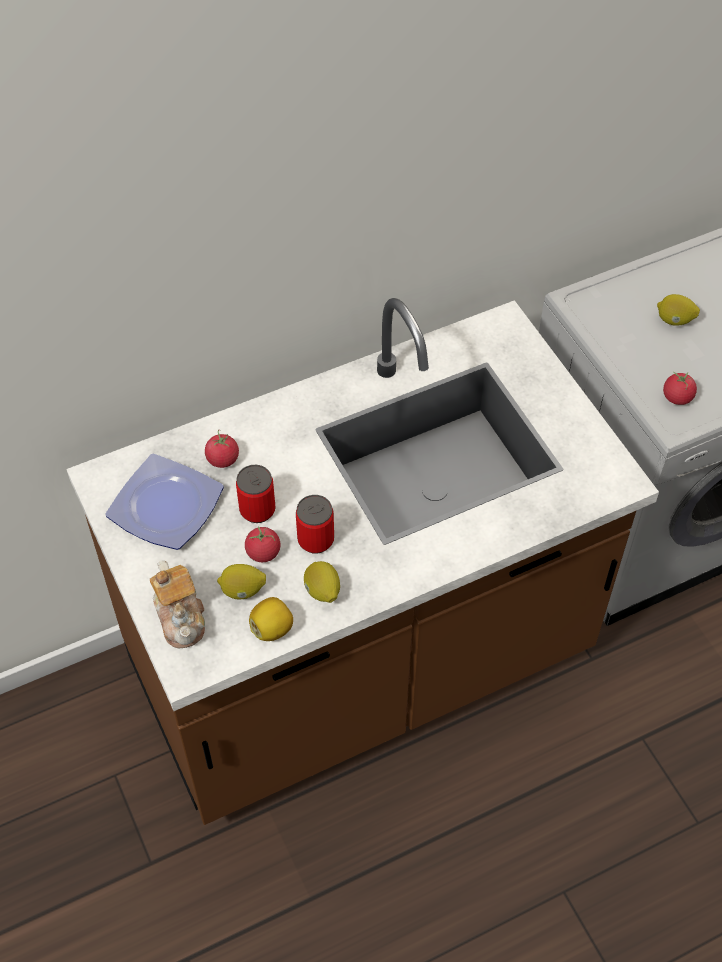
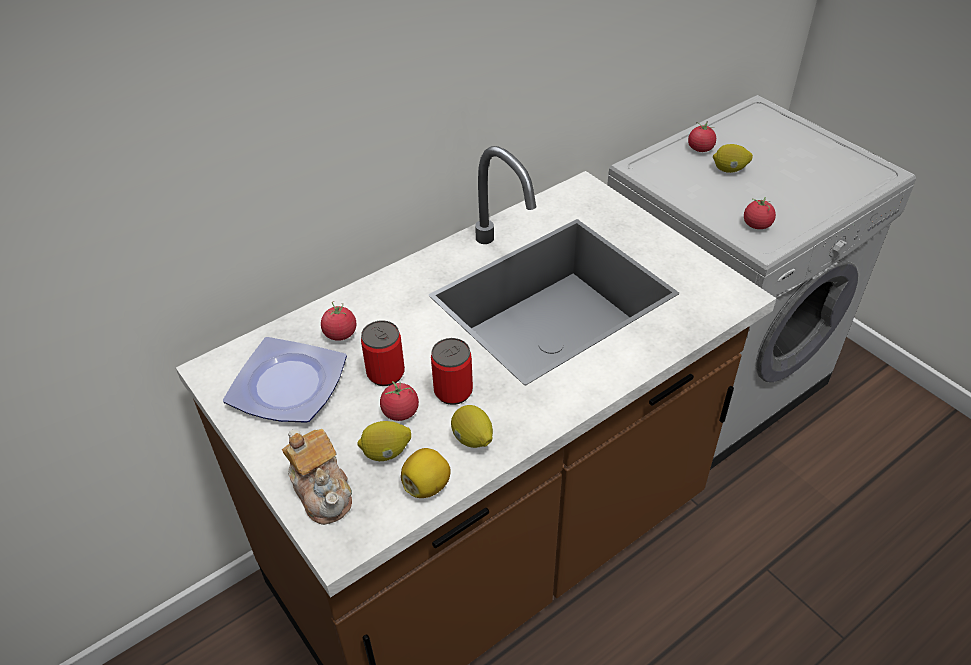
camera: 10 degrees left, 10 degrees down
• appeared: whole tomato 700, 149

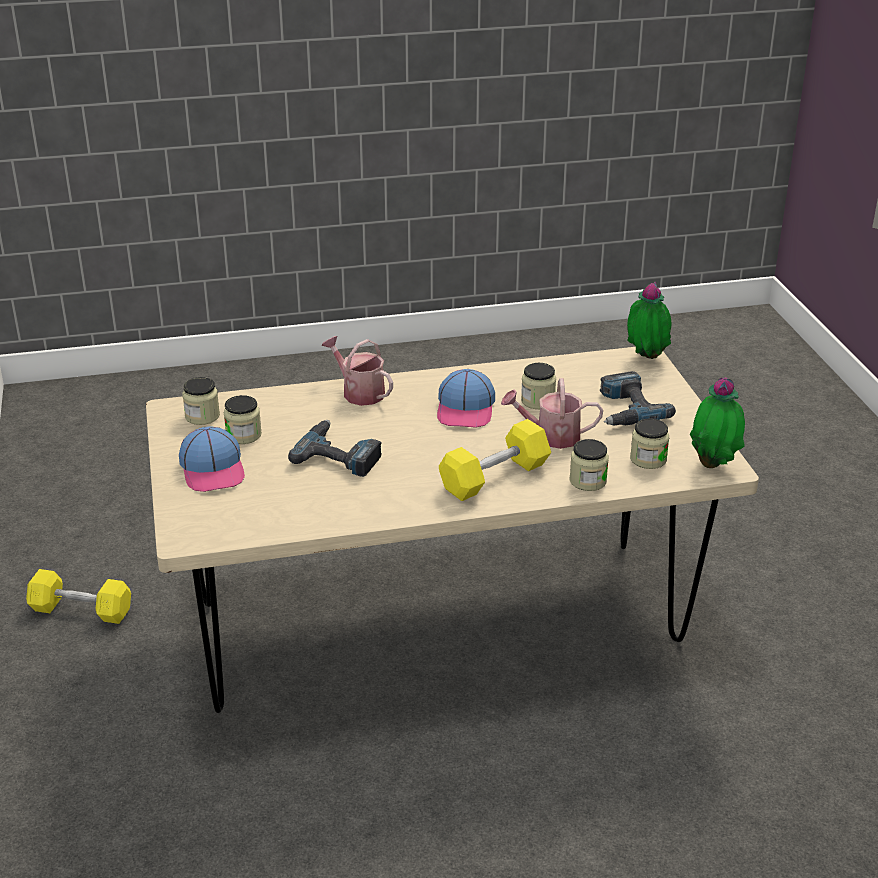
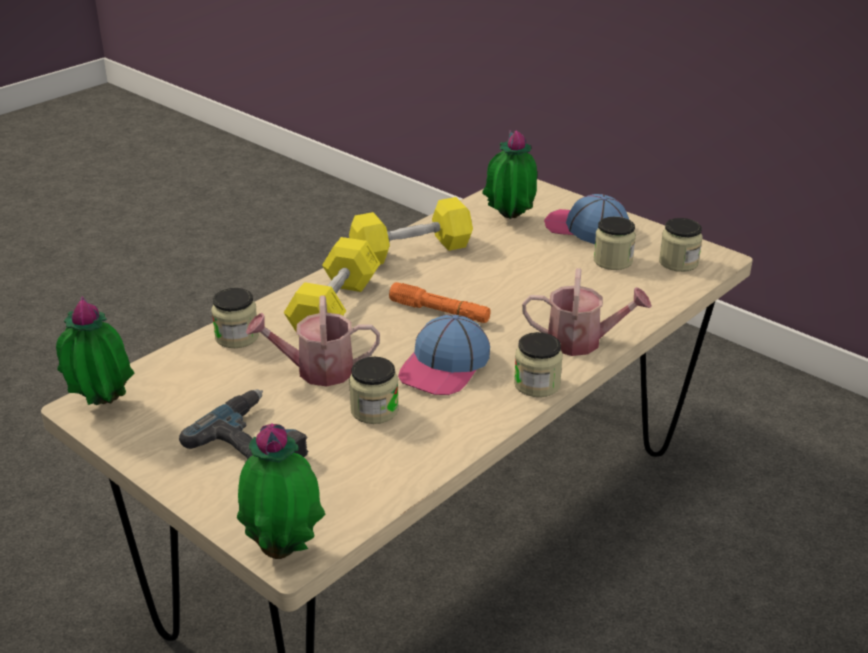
camera: 145 degrees right, 0 degrees up
• relocated: hand weight/yellow-coloured 81, 610 to 411, 251
• missing: drill 339, 455
• spun: cap 466, 409 = 445, 367 120 degrees counterclockwise
• spun: watering can 551, 436 = 317, 370 150 degrees counterclockwise
• relocated: preserve jar 648, 459 to 537, 384
• appeared: flashlight/orange-coloured 440, 312
• appeared: houseplant 509, 221

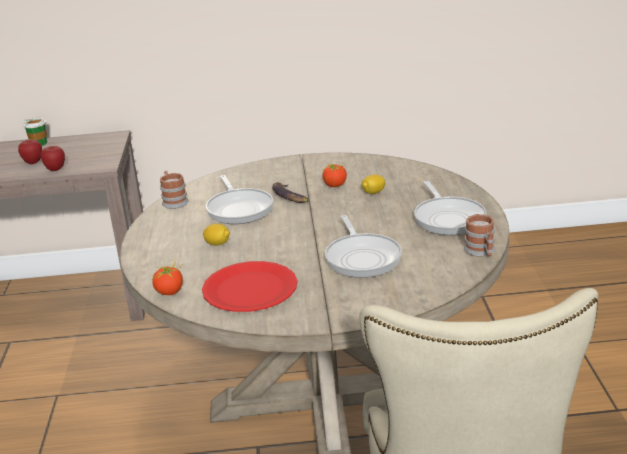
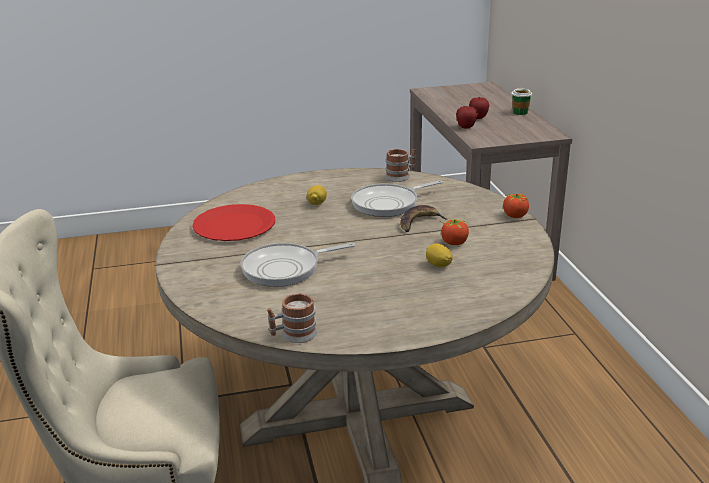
camera: 80 degrees right, 0 degrees up
• relocated: whole tomato 169, 292 to 515, 216
• missing: frying pan 448, 218

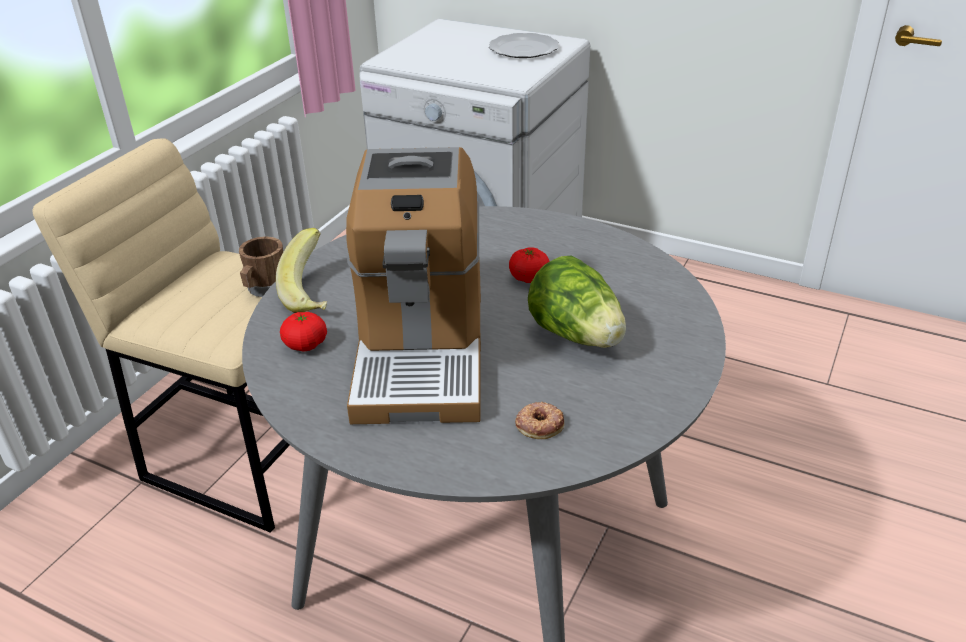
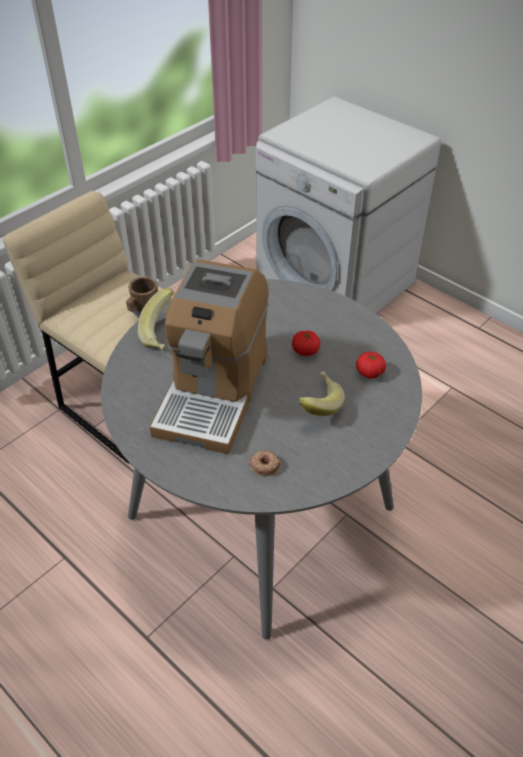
camera: 15 degrees right, 10 degrees up
• relocated: whole tomato 305, 344 to 369, 372
• missing: plate 524, 49
• exchanged: lettuce 577, 335 to whole banana 317, 404

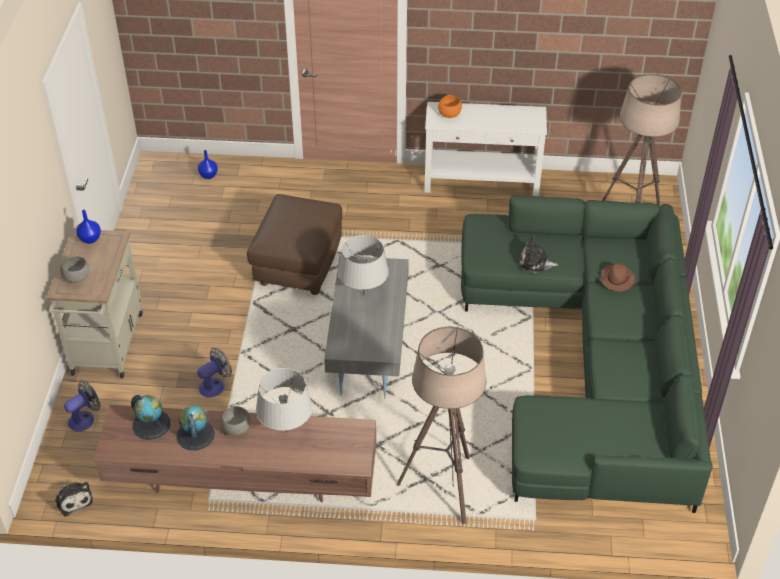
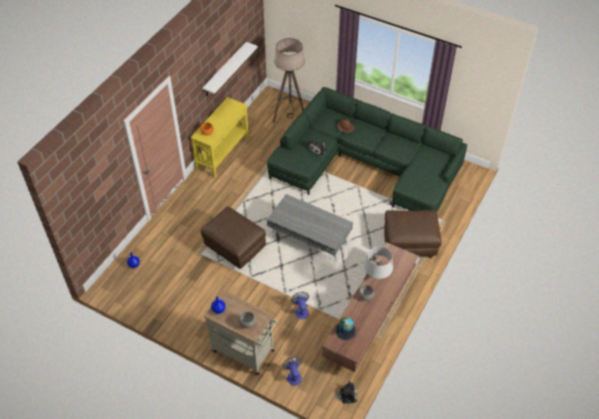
camera: 65 degrees left, 5 degrees up
• missing: world globe 195, 435
• missing: table lamp/greyish 363, 294
• exchanged: standing lamp 443, 488 to pouffe/brownish 410, 244
• colour: hall table/whitish 482, 182 to hall table/yellow-coloured 223, 153
• appeared: wall shelf/whitish 225, 69

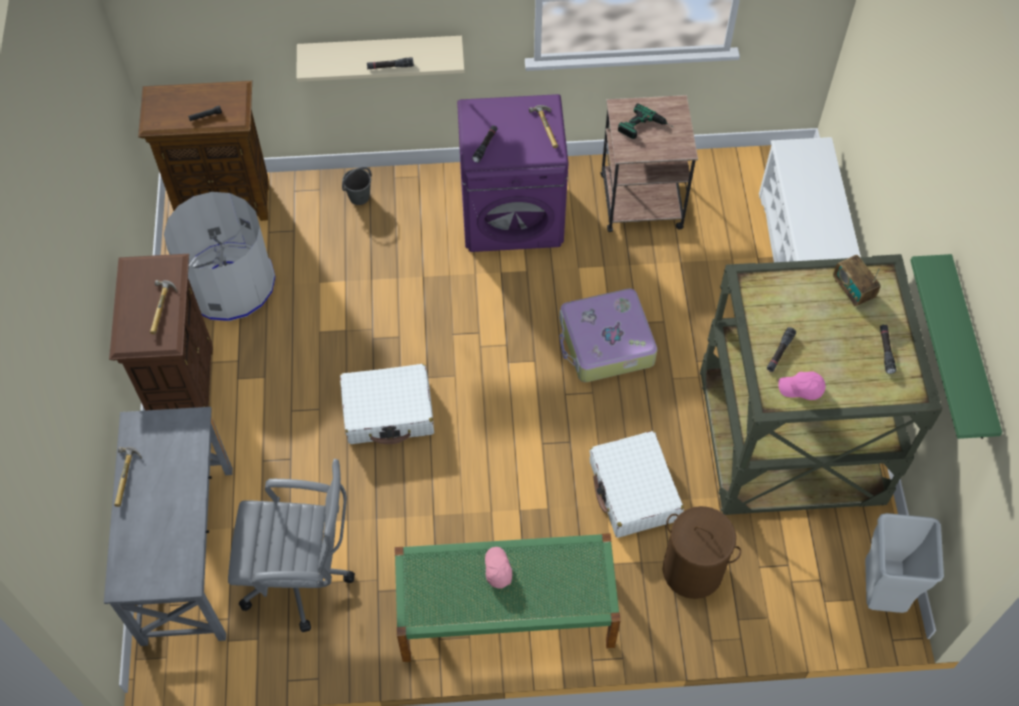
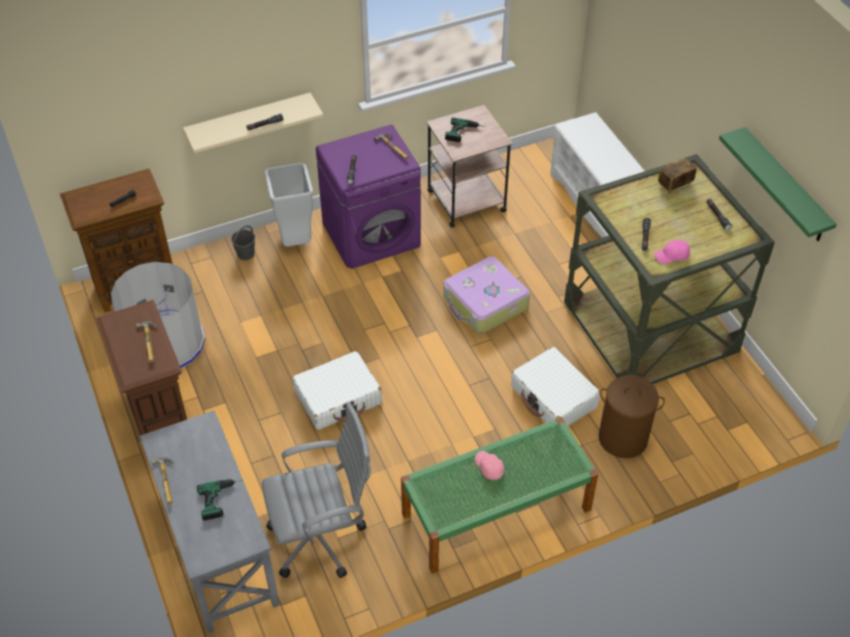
camera: 20 degrees left, 10 degrees down
• spun: radio set 852, 289 = 675, 184 105 degrees clockwise
• relocated: rubbish bin/greyish 881, 591 to 295, 240
• appeared: drill 222, 499

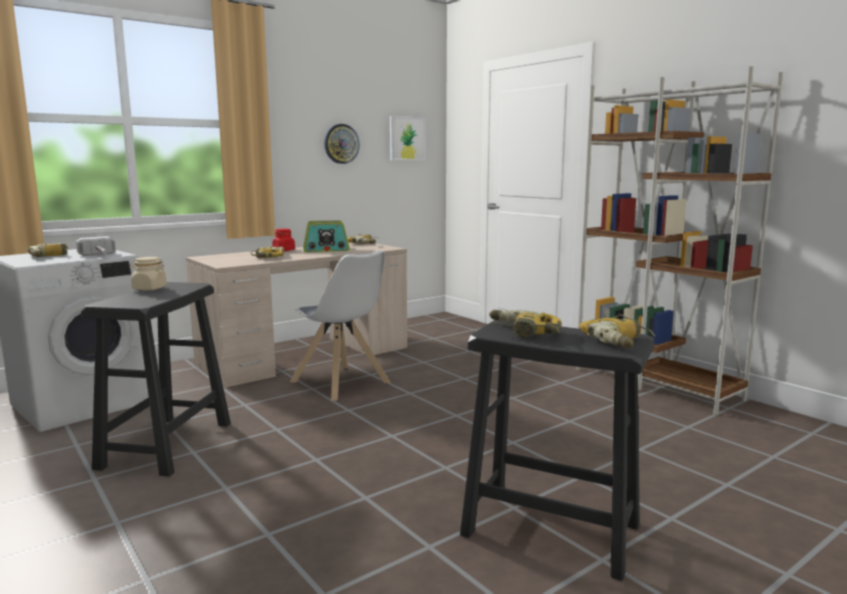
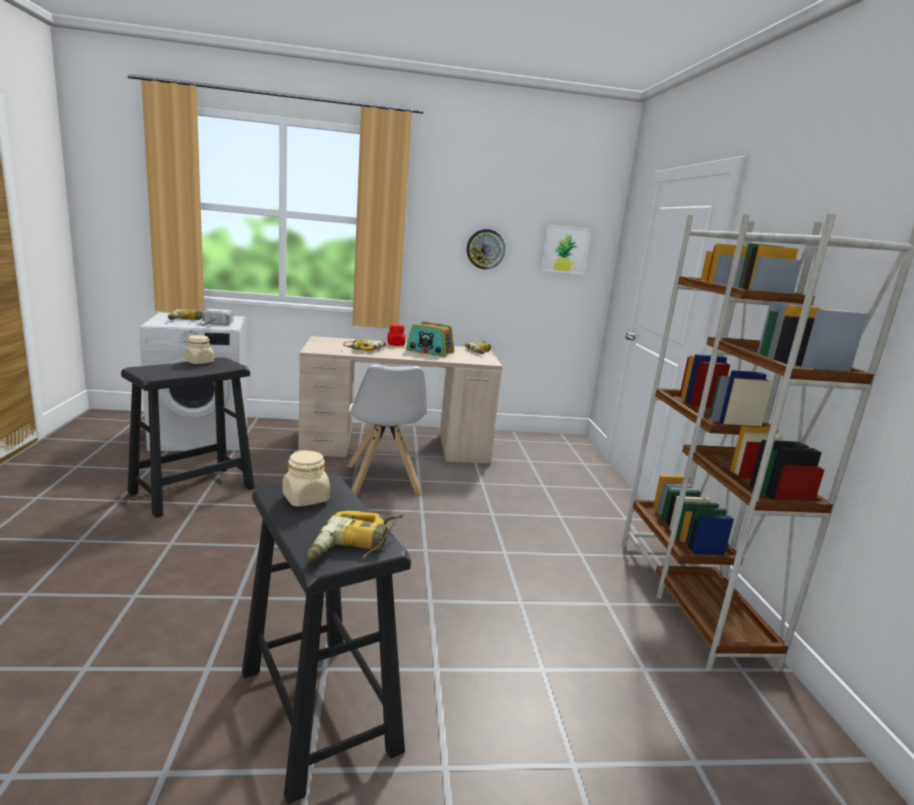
camera: 30 degrees right, 5 degrees up
• exchanged: drill 522, 331 to preserve jar/beige 306, 498

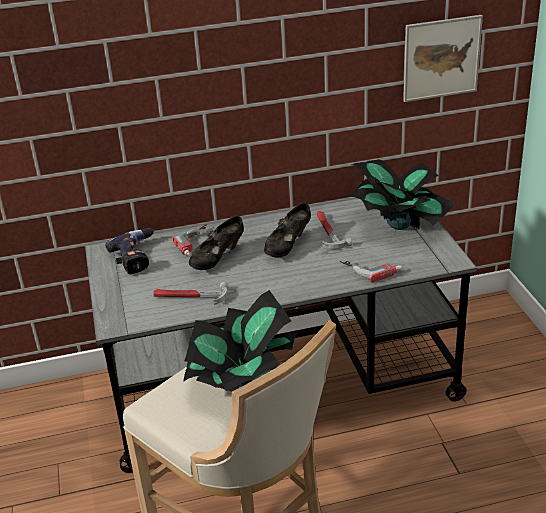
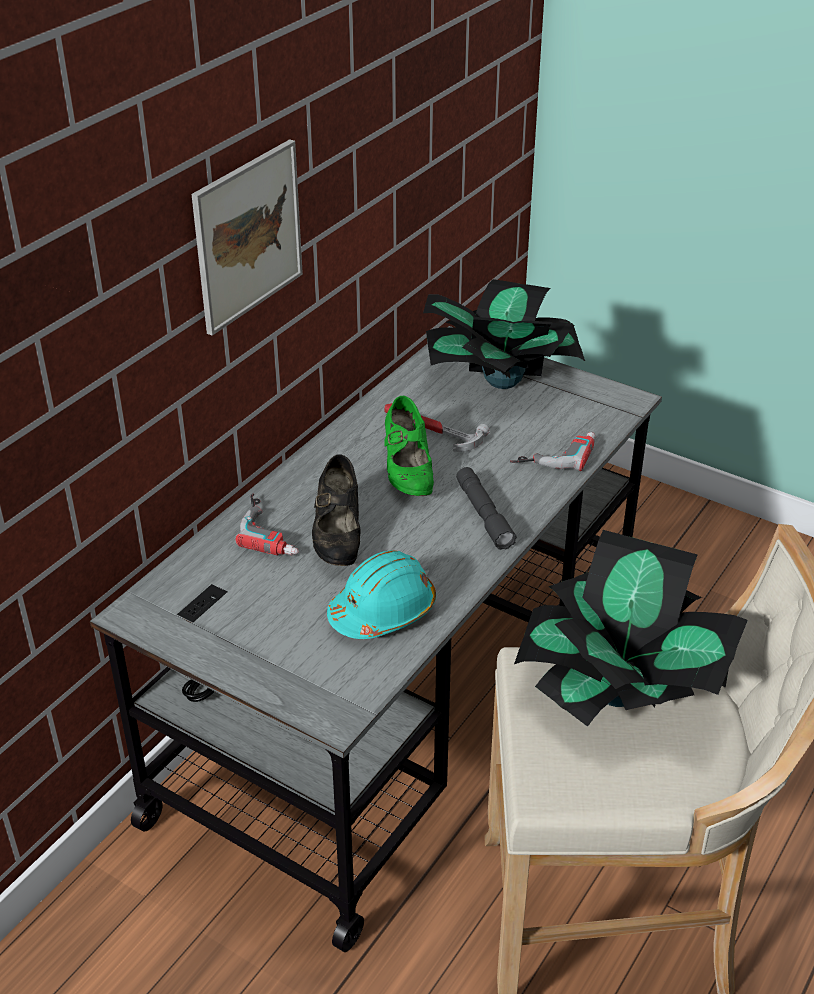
camera: 45 degrees left, 5 degrees up
• missing: drill 138, 257
• exchanged: tool hammer 190, 297 to hard hat/blue-green 383, 611
• colour: item of footwear/black 288, 246 to item of footwear/green 407, 473
• relocated: wall picture 441, 58 to 248, 236
• appeared: flashlight/greyish 484, 515

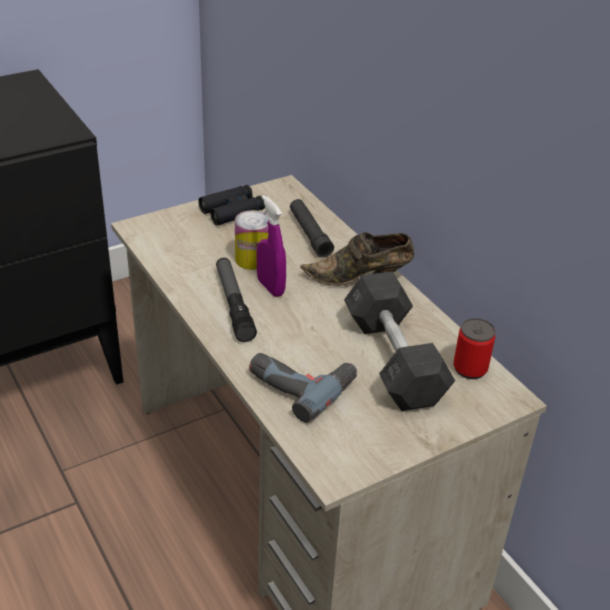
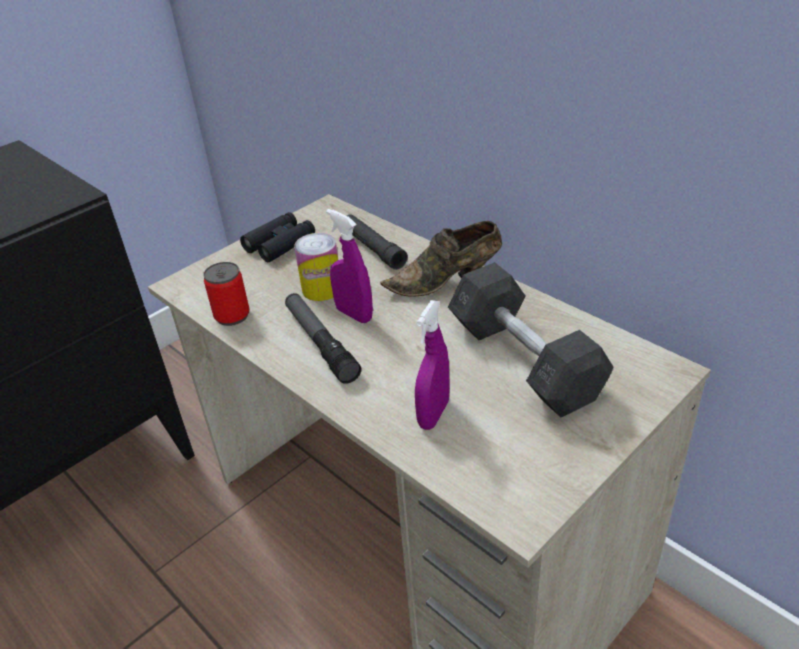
camera: 10 degrees left, 0 degrees up
• exchanged: drill 301, 383 to sprayer/purplish 433, 414
• relocated: metal can 470, 368 to 232, 316

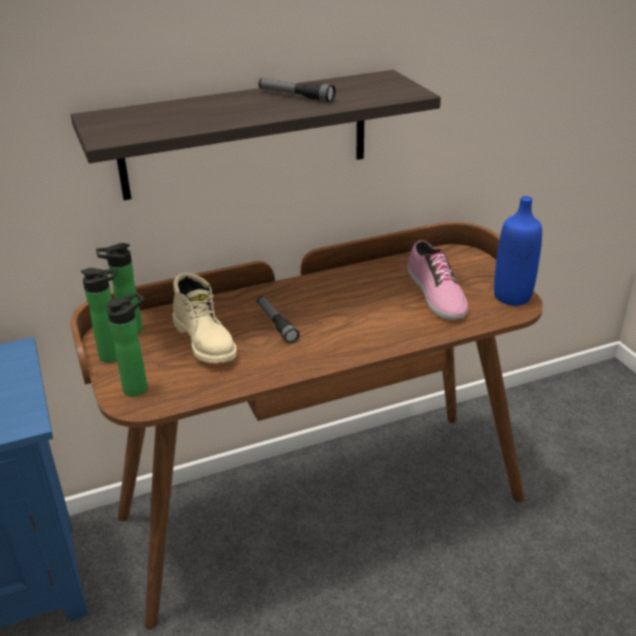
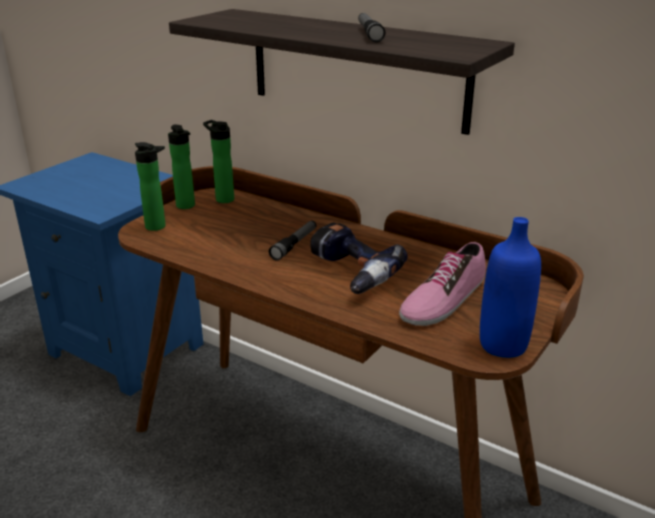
camera: 55 degrees right, 5 degrees down
• missing: boot/beige 206, 341
• appeared: drill 349, 273

